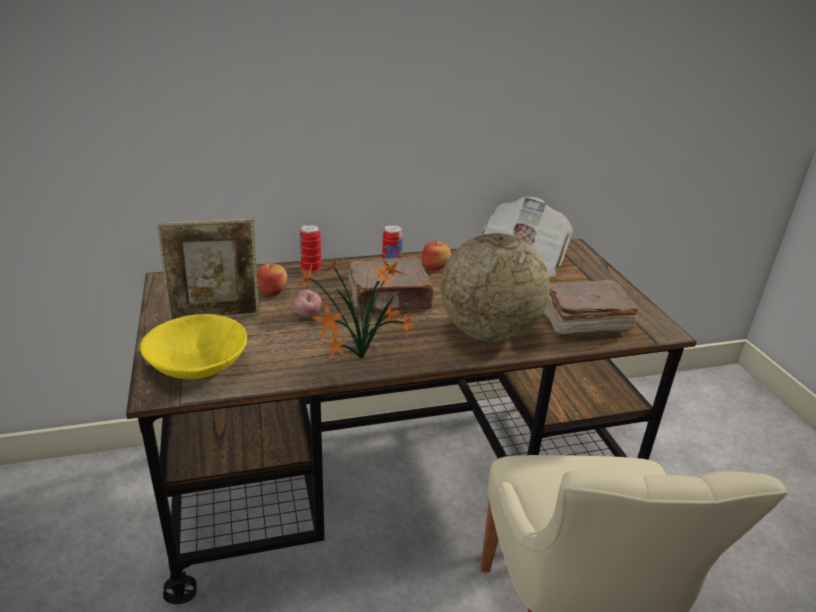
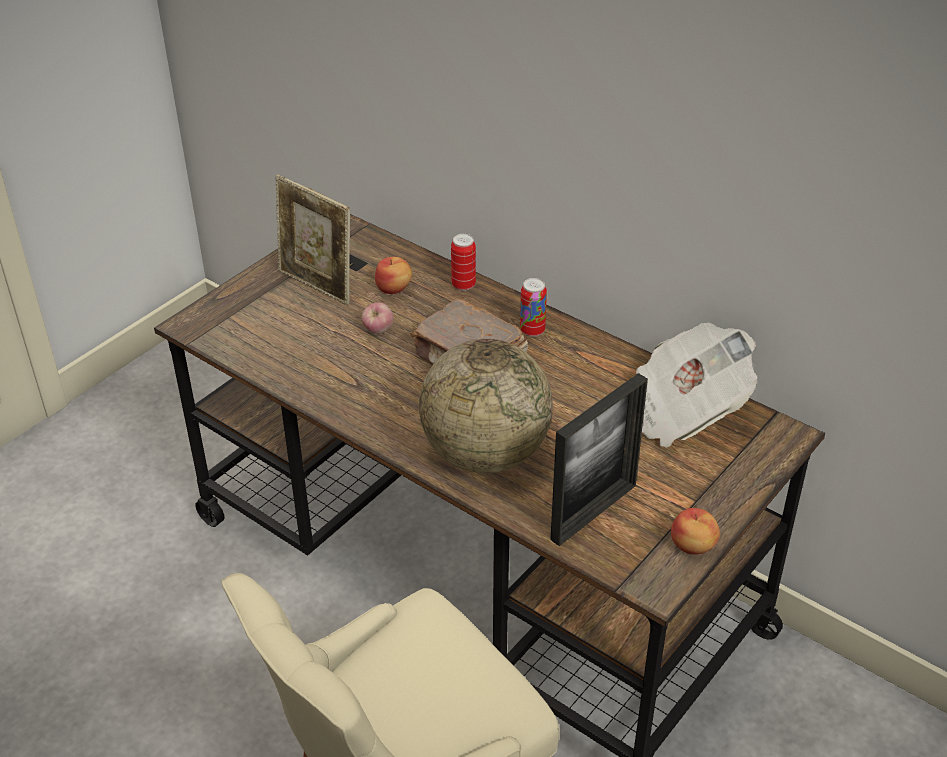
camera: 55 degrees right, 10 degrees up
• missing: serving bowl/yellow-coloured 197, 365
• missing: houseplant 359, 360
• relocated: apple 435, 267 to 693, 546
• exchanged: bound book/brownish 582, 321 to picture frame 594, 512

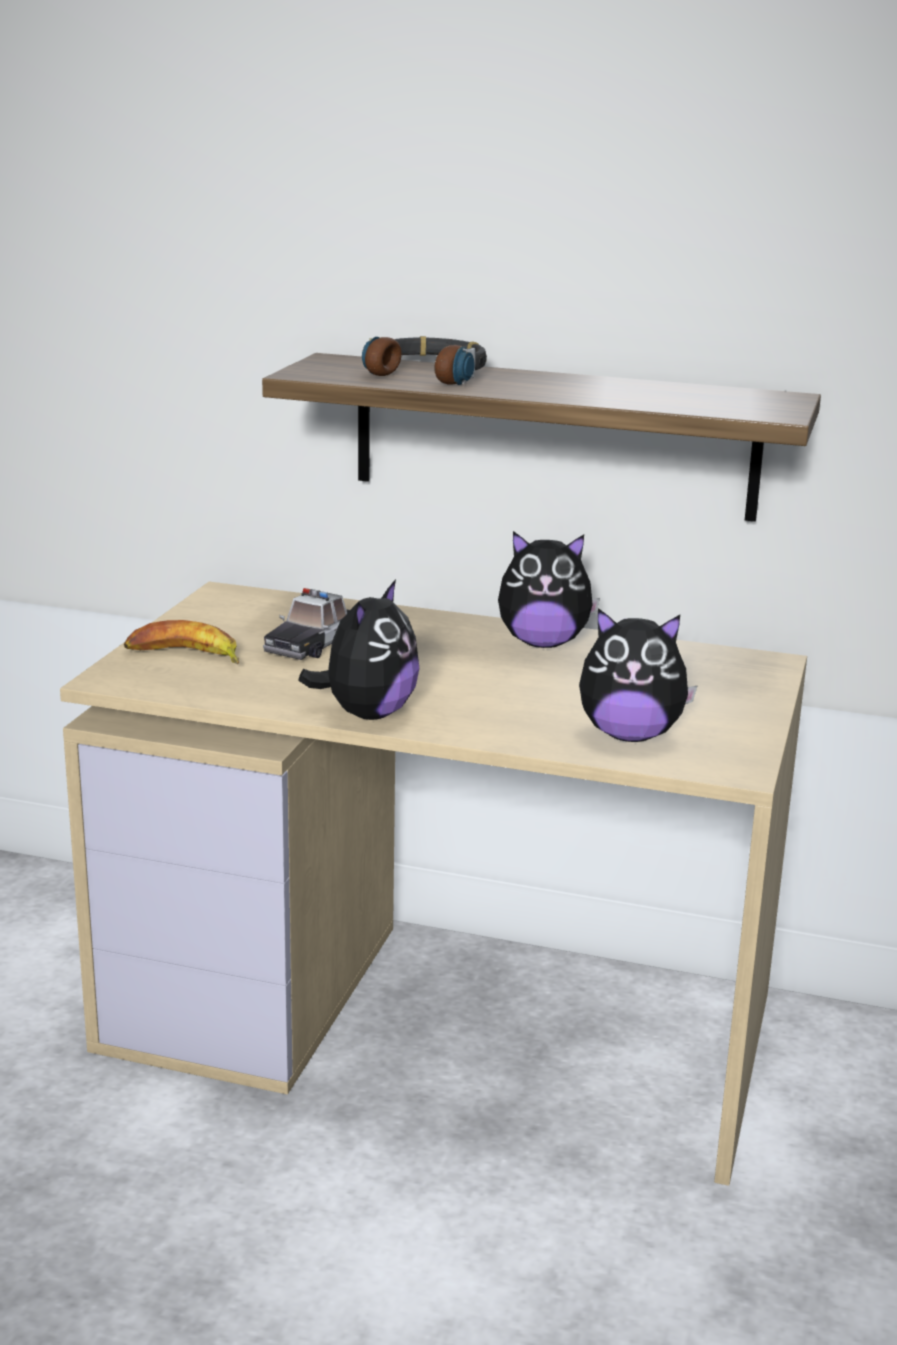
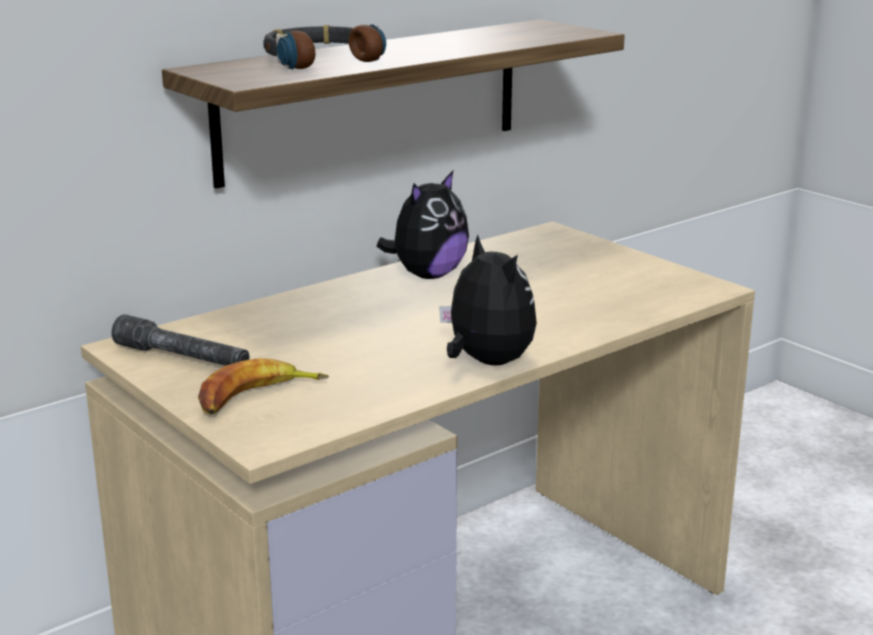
camera: 55 degrees left, 0 degrees up
• missing: toy car 312, 642
• missing: cuddly toy 630, 735
• appeared: flashlight/greyish 183, 358

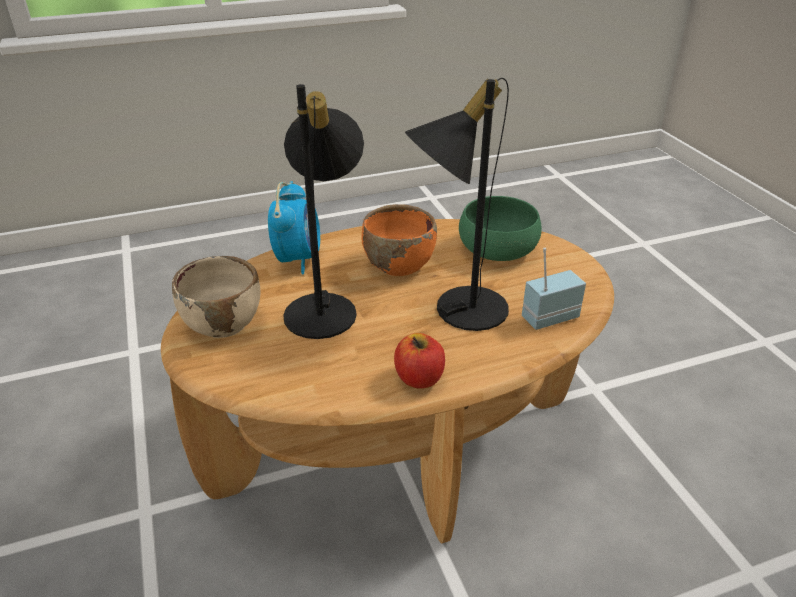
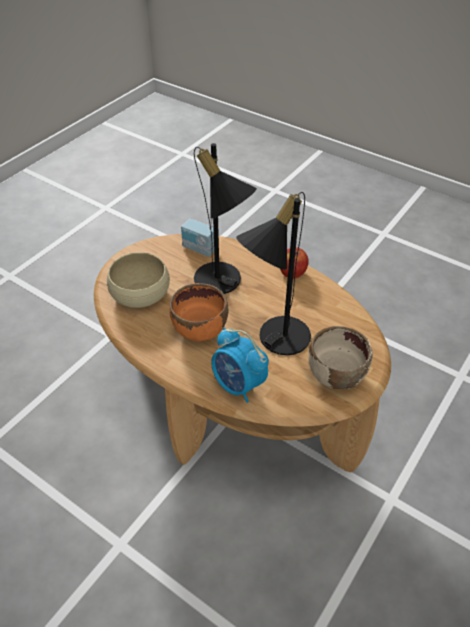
camera: 125 degrees left, 10 degrees up
• spun: bedside clock 298, 259 = 238, 385 105 degrees counterclockwise
• colour: serving bowl/green 498, 248 to serving bowl/beige 140, 293

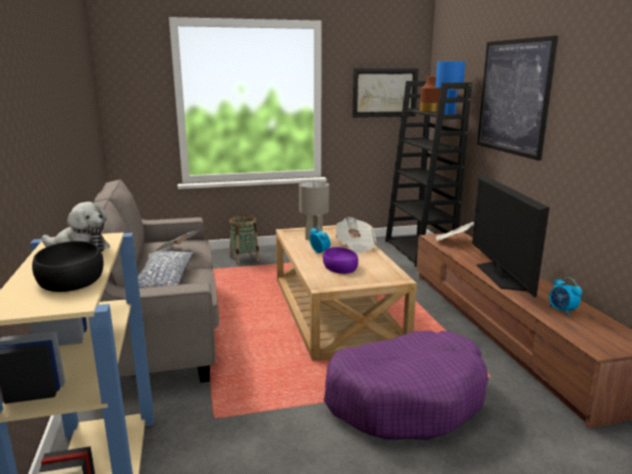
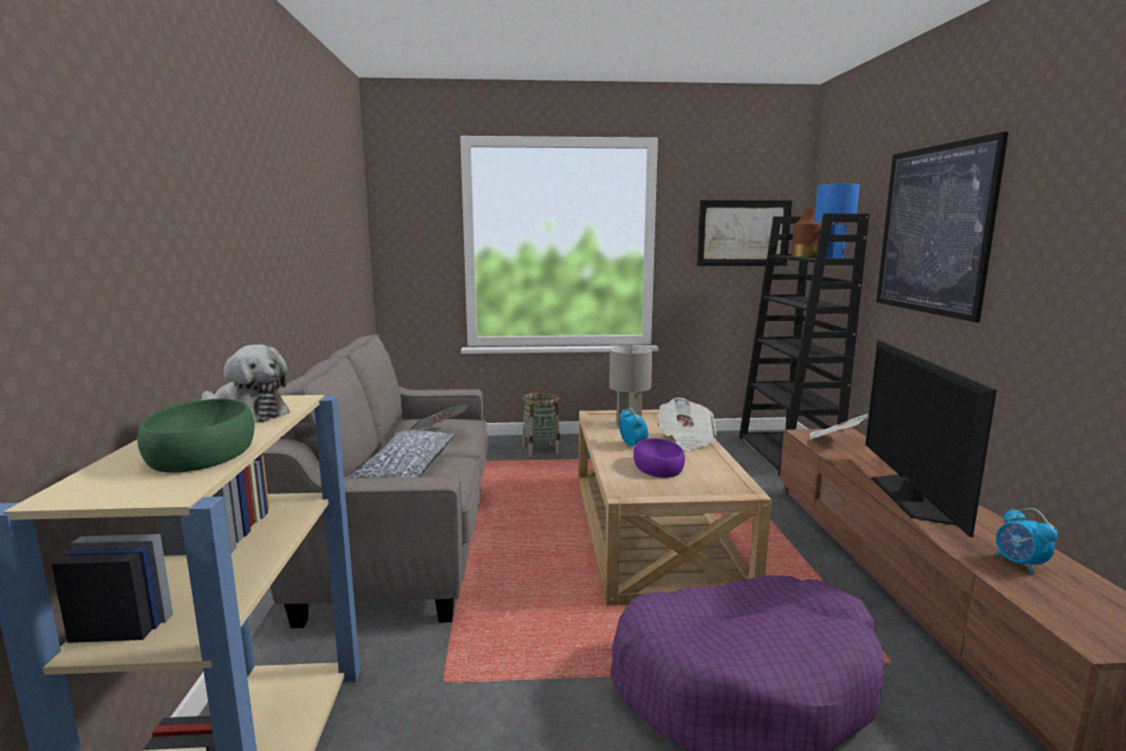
camera: 10 degrees right, 5 degrees down
• colour: serving bowl/black 69, 277 to serving bowl/green 200, 451

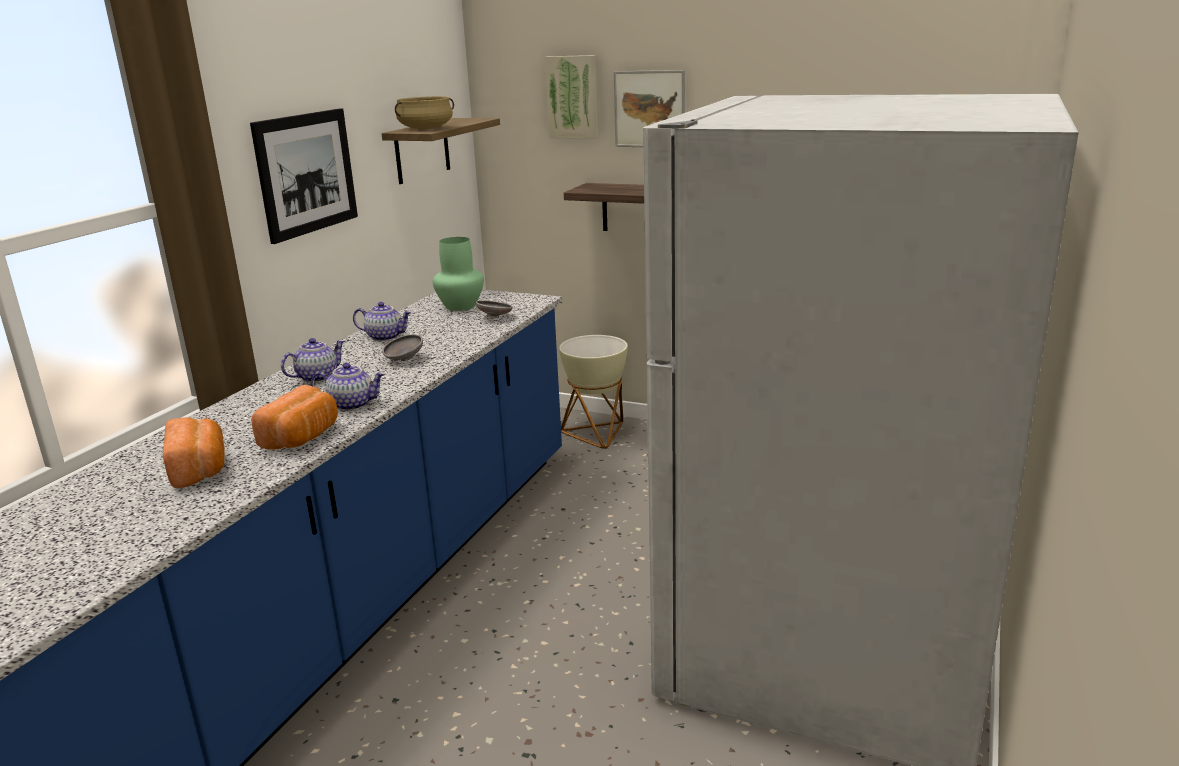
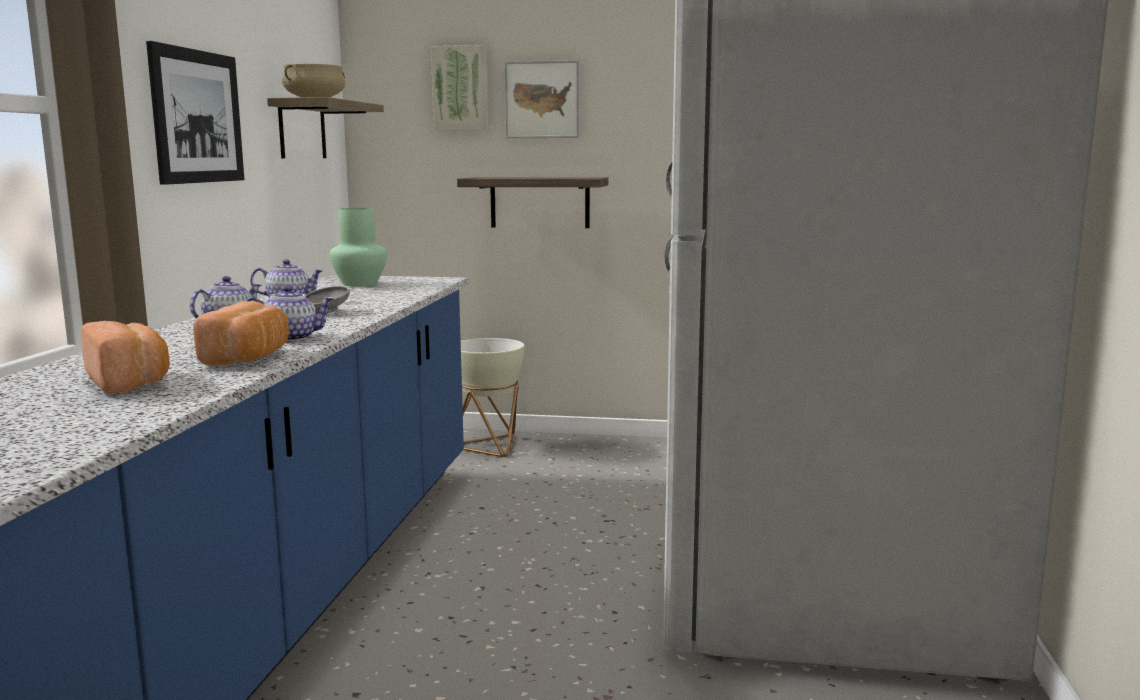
camera: 15 degrees left, 10 degrees down
• missing: serving bowl/greyish 495, 317

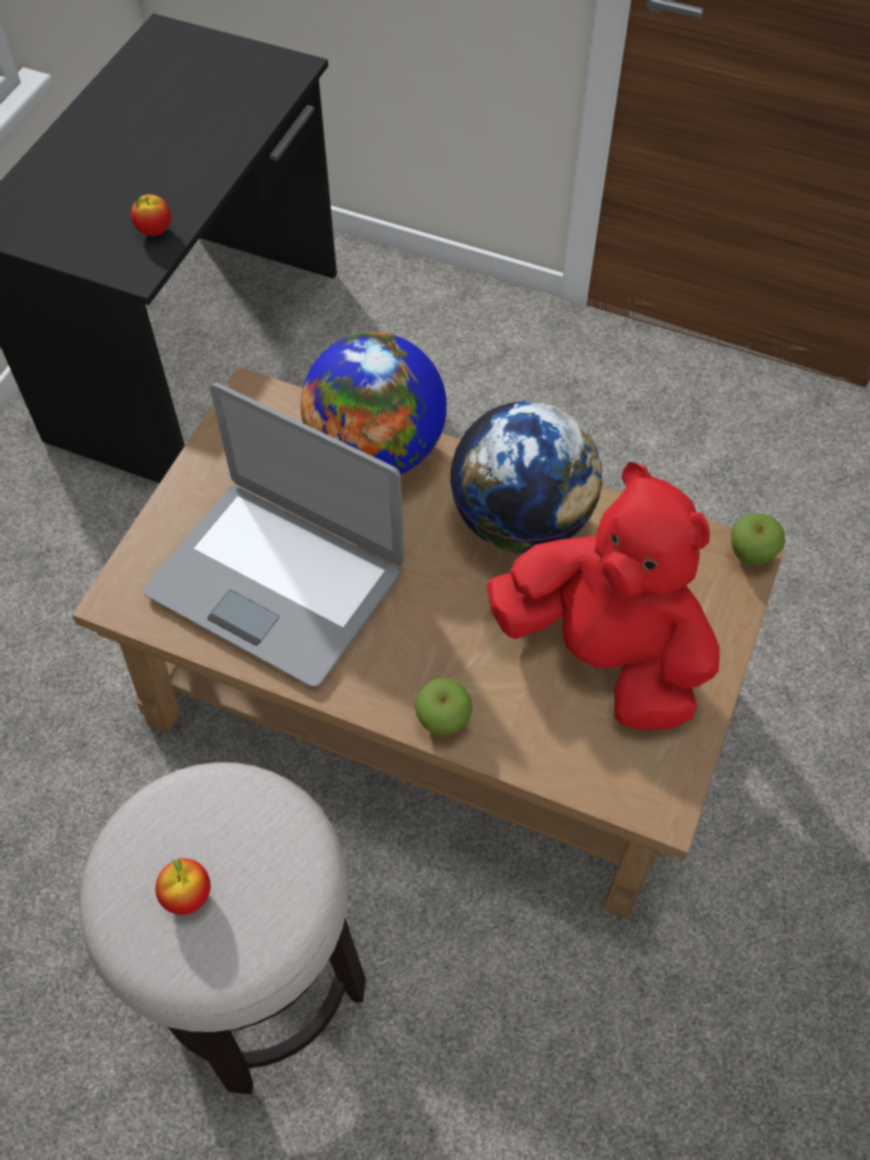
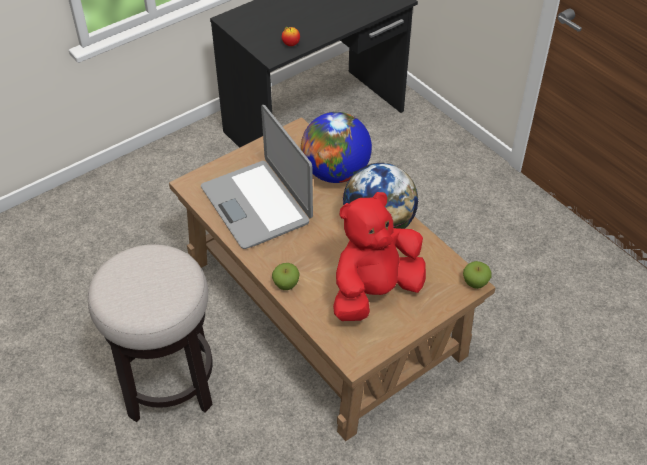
camera: 30 degrees right, 10 degrees down
• missing: apple 188, 895
• spun: cuddly toy/red 603, 654 = 374, 292 105 degrees counterclockwise

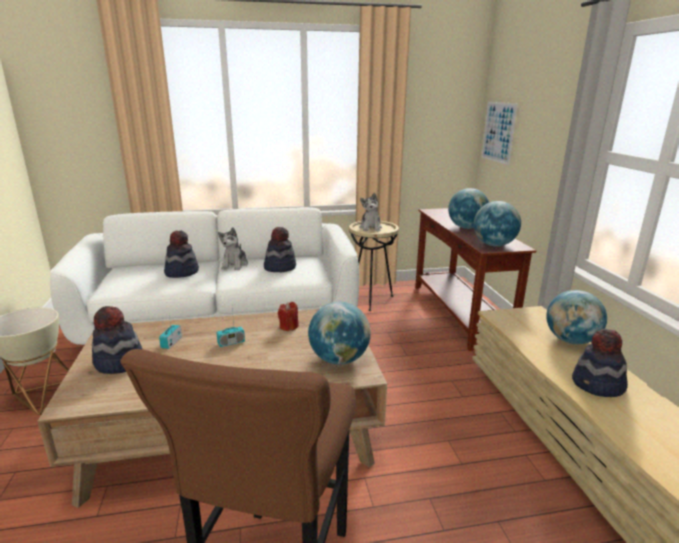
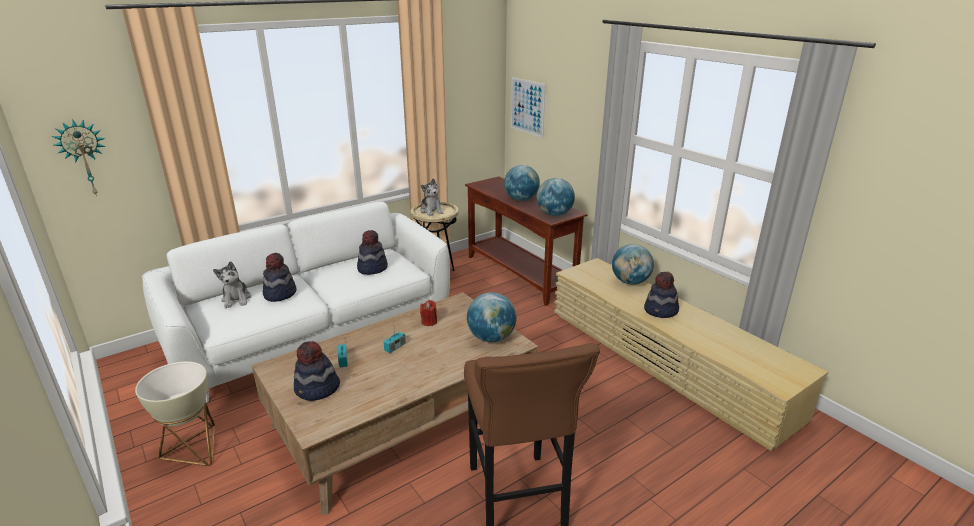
camera: 25 degrees left, 5 degrees up
• relocated: cuddly toy 235, 265 to 236, 299
• appeared: clock on the wall 84, 158

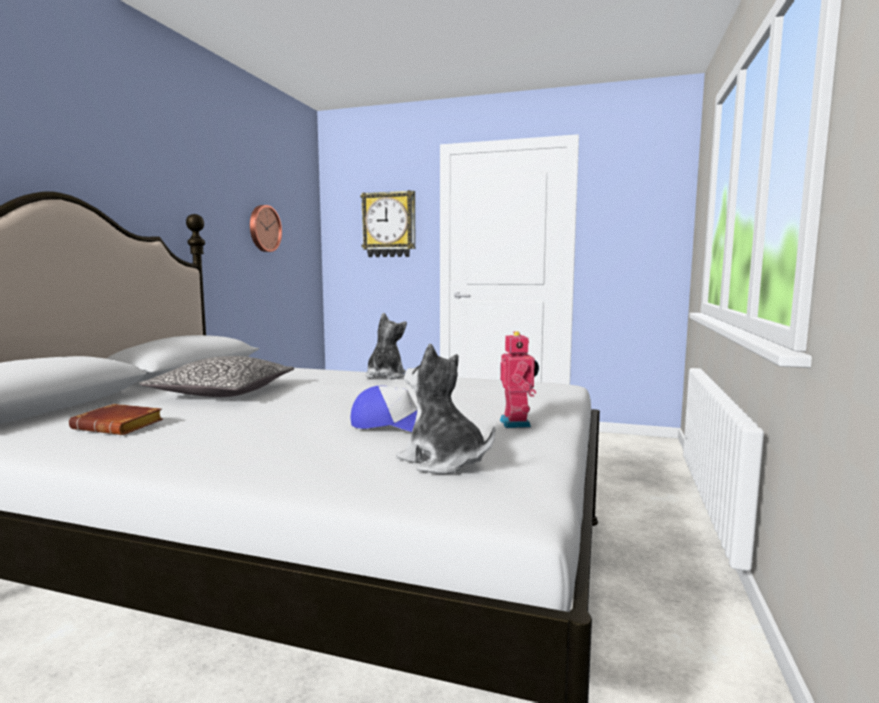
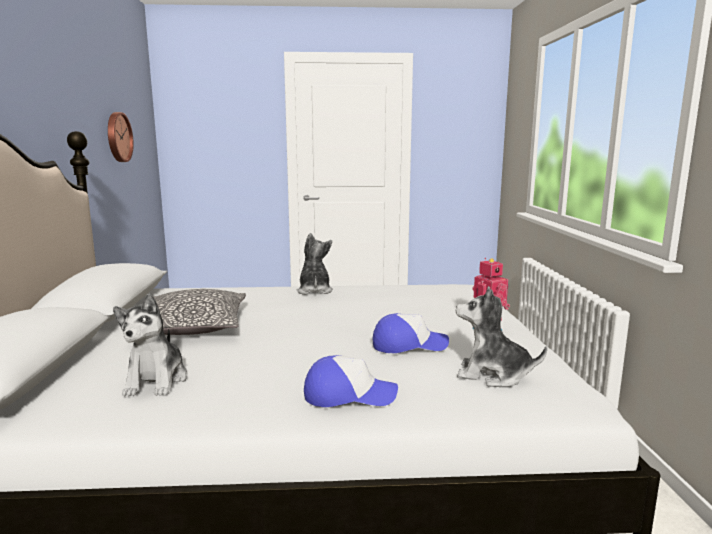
camera: 20 degrees left, 5 degrees up
• exchanged: bound book/brownish 121, 426 to cuddly toy 156, 381
• missing: clock on the wall 389, 225
• appeared: cap 349, 395

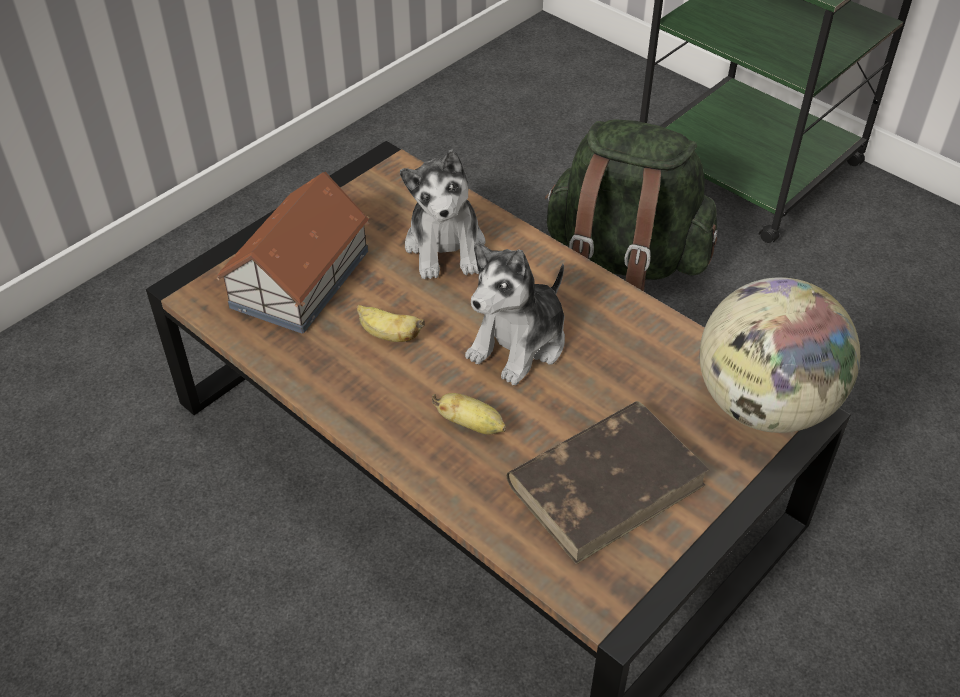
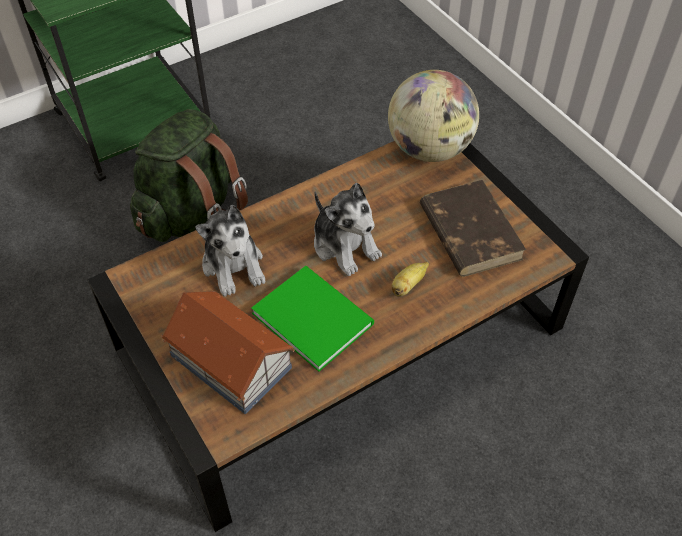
camera: 75 degrees left, 5 degrees up
• exchanged: whole banana 388, 335 to bound book/green 312, 315
• spun: cuddly toy 446, 247 = 234, 265 60 degrees clockwise

